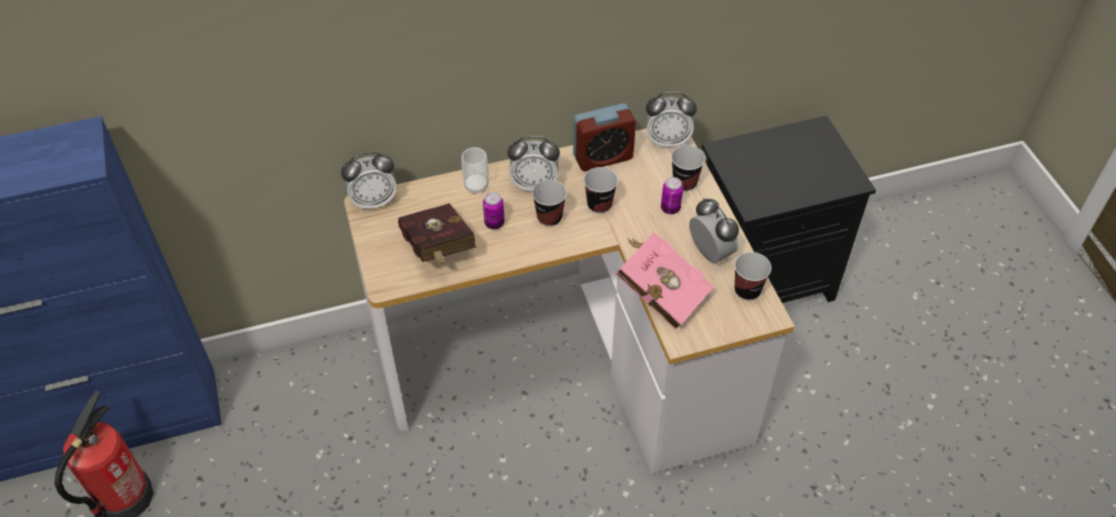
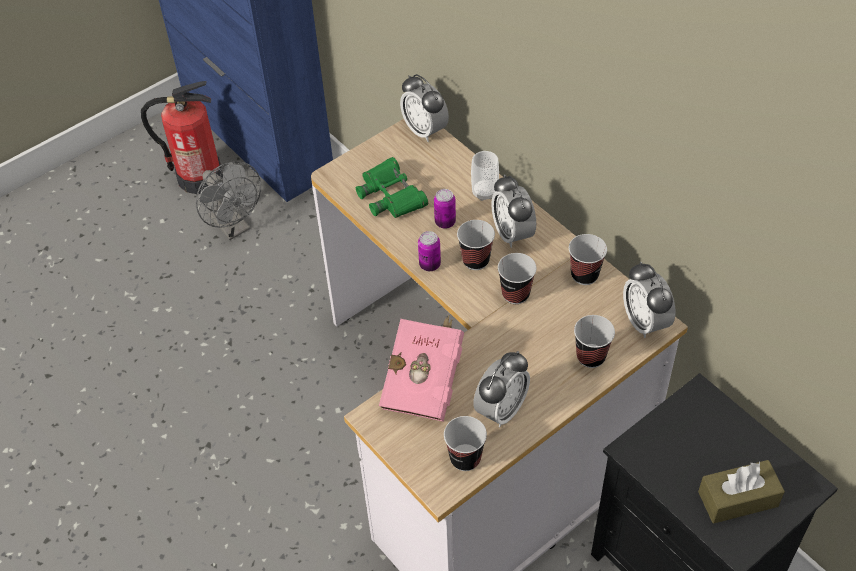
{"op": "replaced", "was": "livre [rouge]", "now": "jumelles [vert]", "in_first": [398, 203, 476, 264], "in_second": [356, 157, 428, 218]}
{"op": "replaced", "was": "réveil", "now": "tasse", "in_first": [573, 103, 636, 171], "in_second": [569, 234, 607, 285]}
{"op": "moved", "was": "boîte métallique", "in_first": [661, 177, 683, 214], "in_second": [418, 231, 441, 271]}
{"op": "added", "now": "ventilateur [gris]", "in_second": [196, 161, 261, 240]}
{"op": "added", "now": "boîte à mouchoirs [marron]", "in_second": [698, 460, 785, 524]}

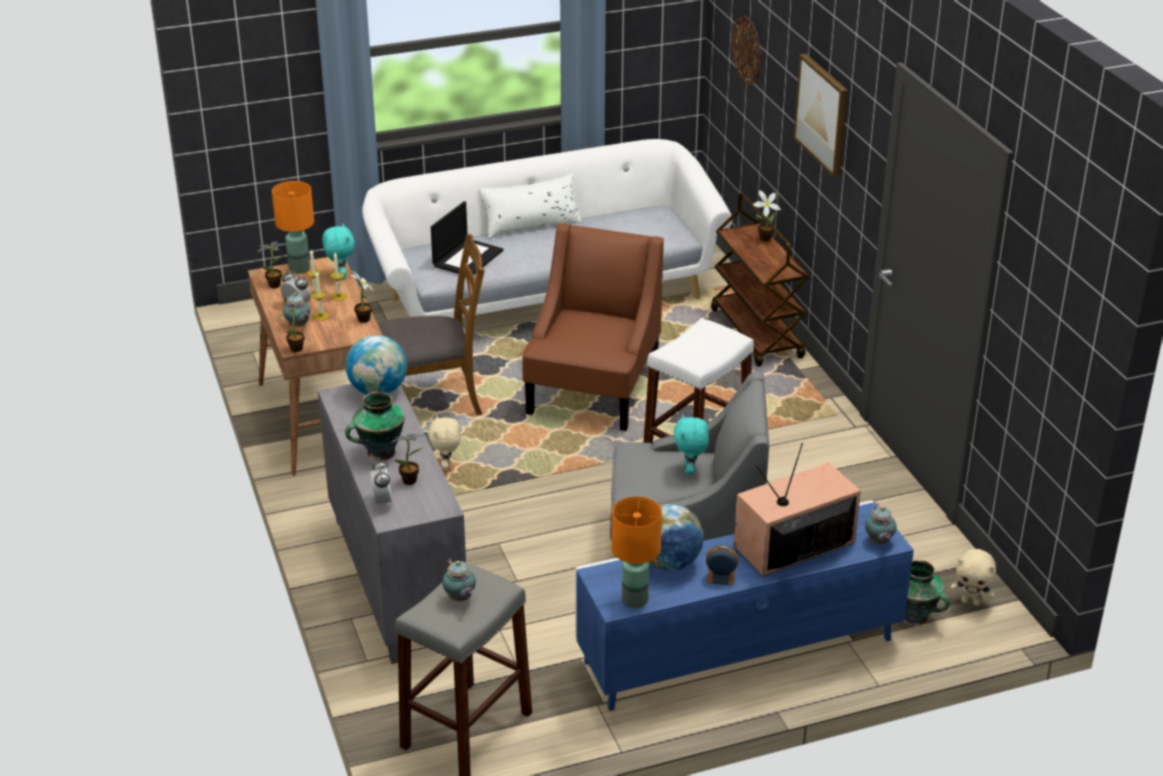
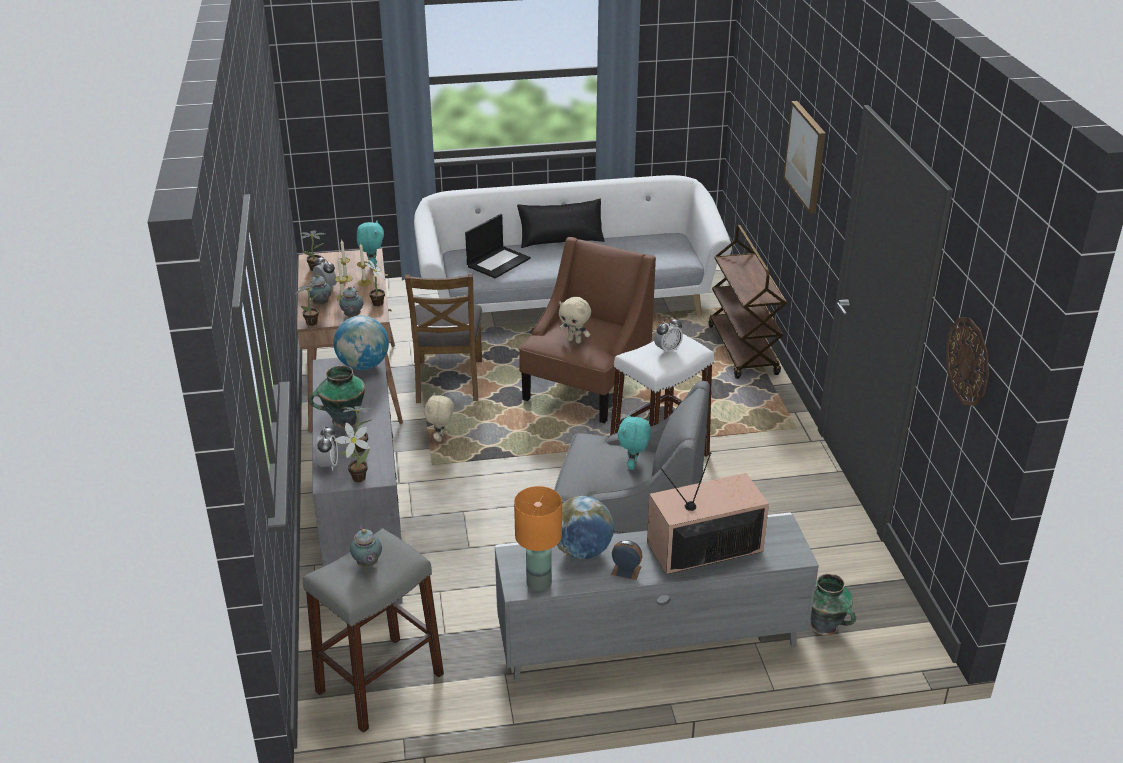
{"op": "removed", "was": "lampe de table [orange]", "in_first": [272, 181, 314, 274]}
{"op": "turned", "was": "chaise [marron]", "in_first": [378, 234, 485, 415], "in_second": [405, 273, 482, 403], "clockwise": 90}
{"op": "recoloured", "was": "coussin [blanc]", "now": "coussin [noir]", "in_first": [479, 173, 582, 239], "in_second": [517, 199, 605, 248]}
{"op": "recoloured", "was": "meuble télé [bleu]", "now": "meuble télé [gris]", "in_first": [575, 500, 914, 711], "in_second": [495, 513, 819, 682]}
{"op": "moved", "was": "horloge murale", "in_first": [732, 15, 761, 85], "in_second": [946, 318, 989, 406]}
{"op": "moved", "was": "plante en pot", "in_first": [753, 190, 781, 241], "in_second": [334, 423, 371, 482]}
{"op": "moved", "was": "théière", "in_first": [865, 503, 897, 544], "in_second": [339, 286, 363, 317]}
{"op": "moved", "was": "peluche [beige]", "in_first": [951, 549, 996, 606], "in_second": [559, 297, 591, 344]}
{"op": "added", "now": "réveil", "in_second": [654, 316, 683, 355]}

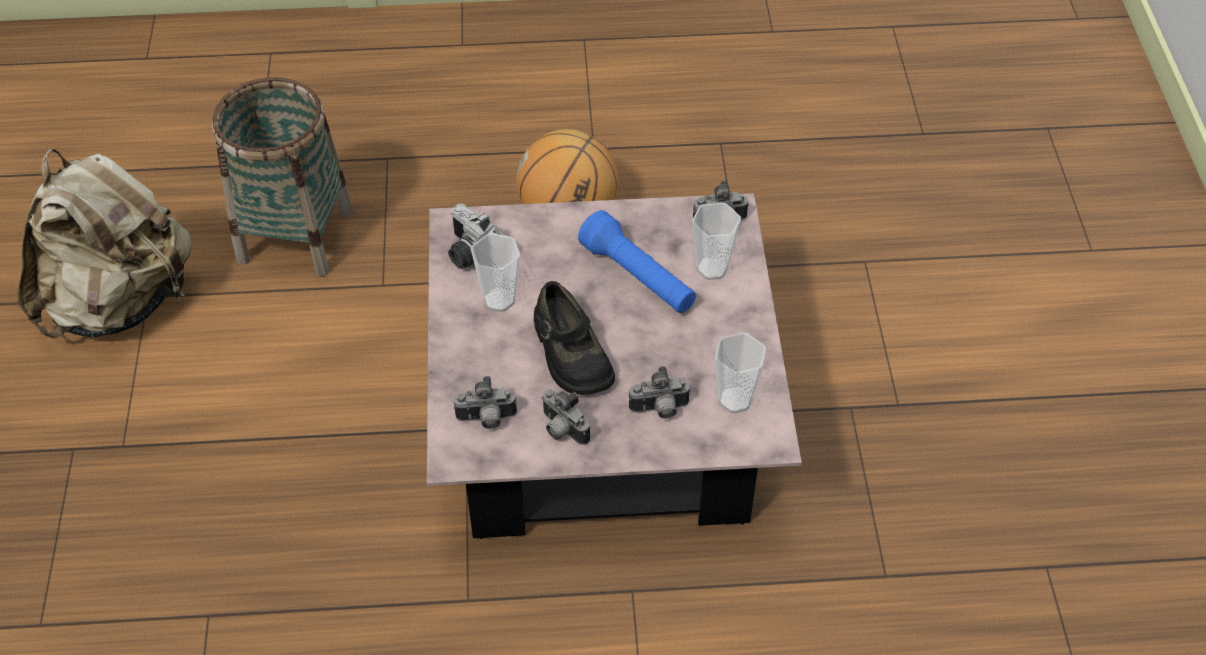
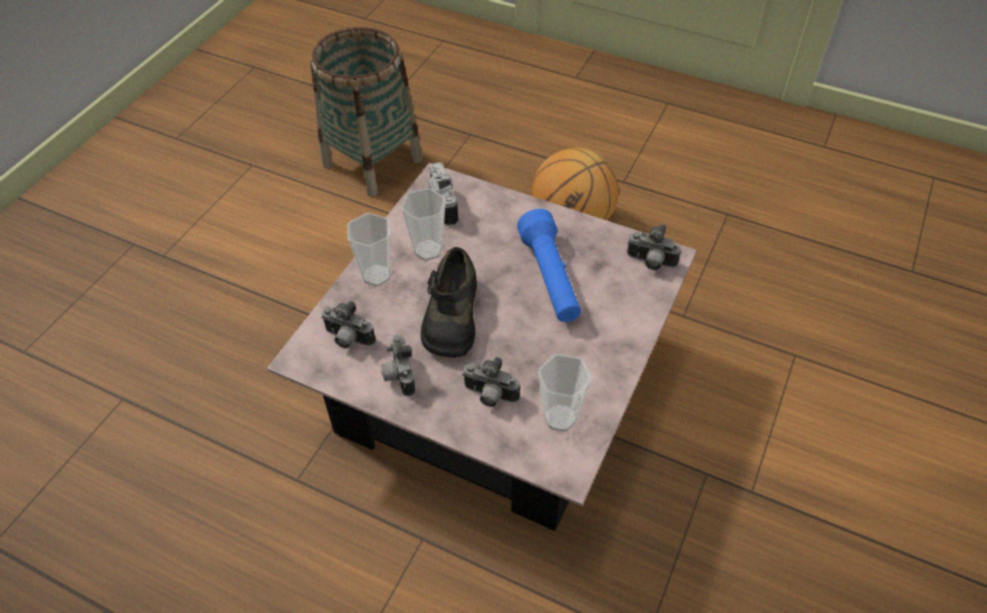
{"op": "removed", "was": "sac à dos [beige]", "in_first": [18, 149, 192, 338]}
{"op": "moved", "was": "tasse", "in_first": [692, 203, 741, 280], "in_second": [347, 213, 390, 287]}

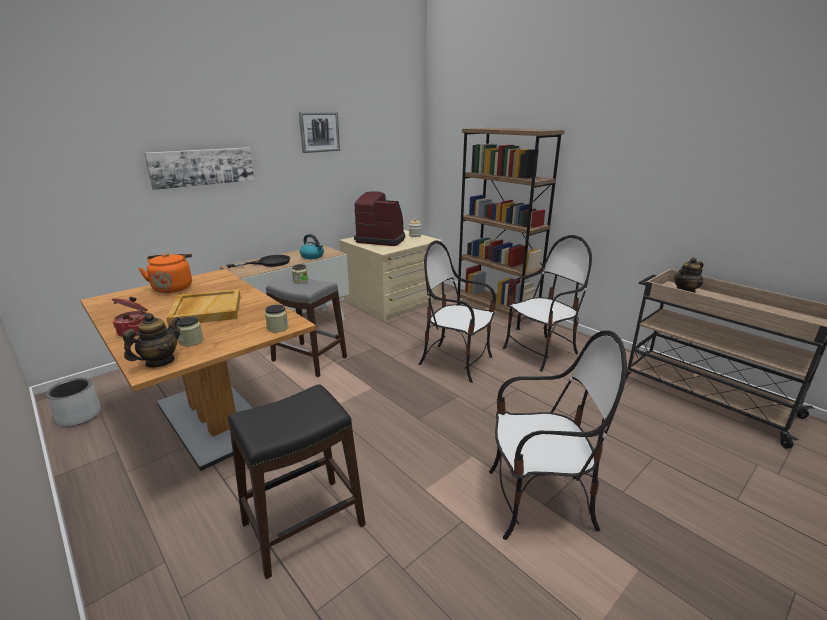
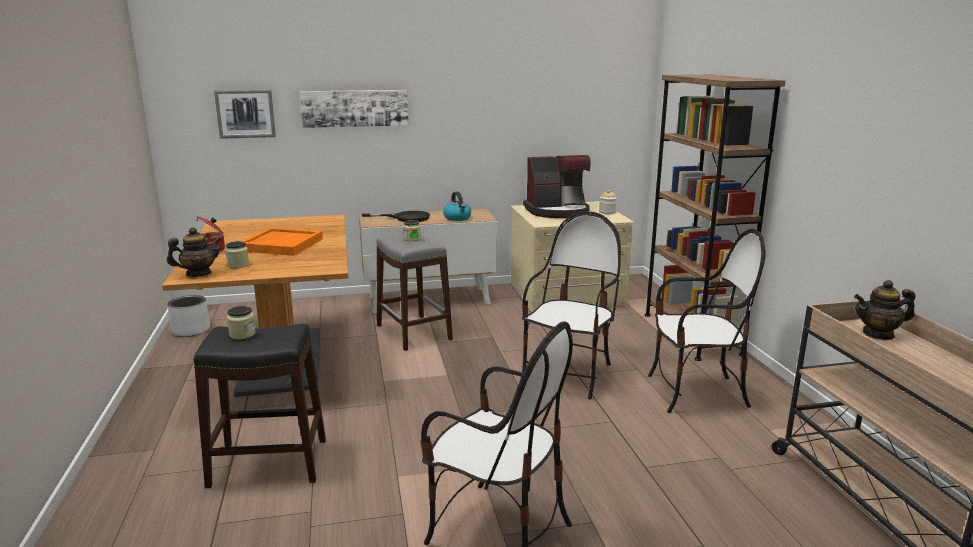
{"op": "removed", "was": "bouilloire [orange]", "in_first": [139, 253, 192, 293]}
{"op": "recoloured", "was": "plateau [beige]", "now": "plateau [orange]", "in_first": [166, 289, 241, 326], "in_second": [242, 228, 323, 256]}
{"op": "moved", "was": "bocal", "in_first": [265, 304, 289, 332], "in_second": [227, 306, 256, 339]}
{"op": "moved", "was": "tableau", "in_first": [299, 112, 340, 153], "in_second": [214, 90, 276, 139]}
{"op": "turned", "was": "machine à café", "in_first": [354, 191, 405, 246], "in_second": [523, 155, 591, 218], "clockwise": 120}
{"op": "turned", "was": "chaise", "in_first": [419, 240, 496, 383], "in_second": [522, 211, 621, 399], "clockwise": 60}

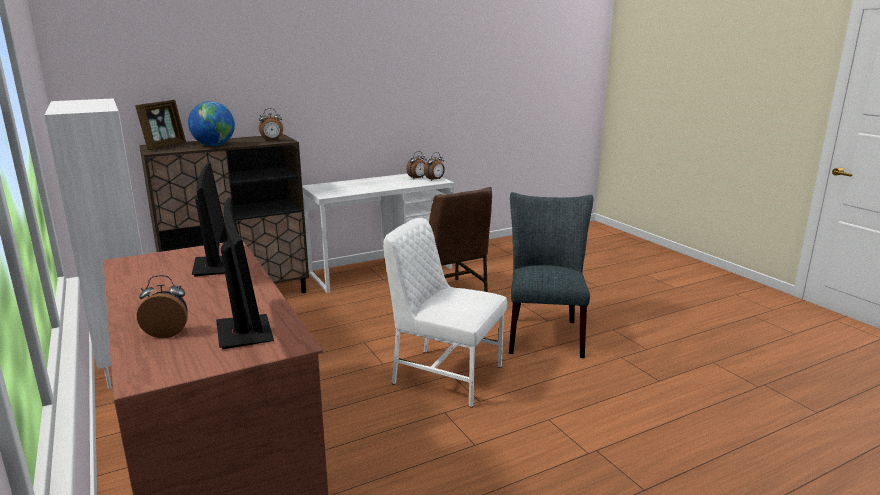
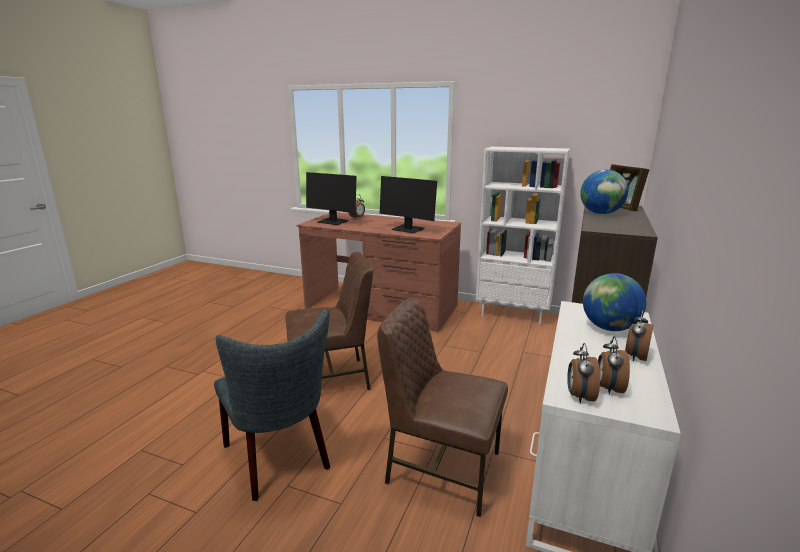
{"op": "moved", "was": "réveil", "in_first": [259, 108, 283, 141], "in_second": [625, 310, 653, 361]}
{"op": "recoloured", "was": "chaise [blanc]", "now": "chaise [marron]", "in_first": [383, 218, 507, 408], "in_second": [285, 252, 373, 390]}
{"op": "added", "now": "globe", "in_second": [583, 273, 646, 331]}

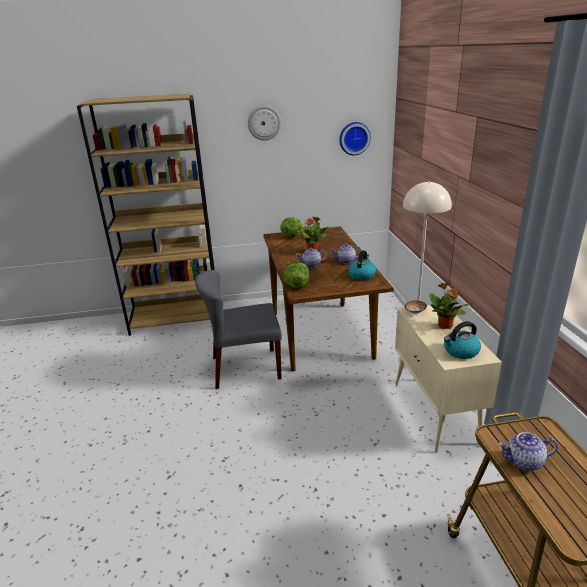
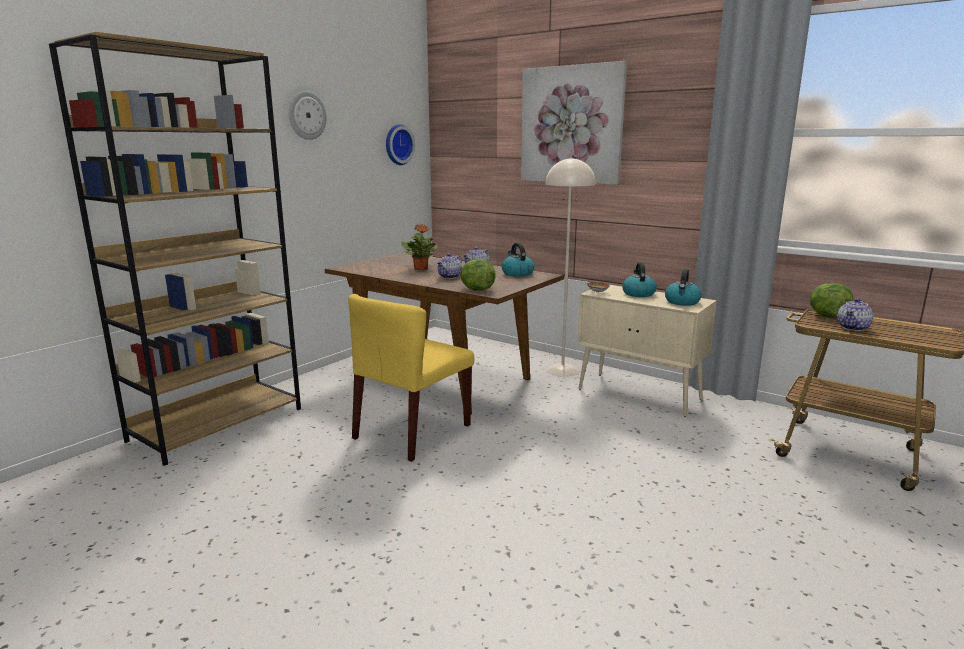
{"op": "recoloured", "was": "chaise [gris]", "now": "chaise [jaune]", "in_first": [195, 270, 282, 389], "in_second": [348, 294, 474, 462]}
{"op": "moved", "was": "laitue", "in_first": [280, 217, 302, 237], "in_second": [810, 283, 854, 318]}
{"op": "replaced", "was": "plante en pot", "now": "bouilloire", "in_first": [429, 283, 470, 329], "in_second": [622, 263, 657, 297]}
{"op": "added", "now": "tableau", "in_second": [521, 61, 627, 185]}

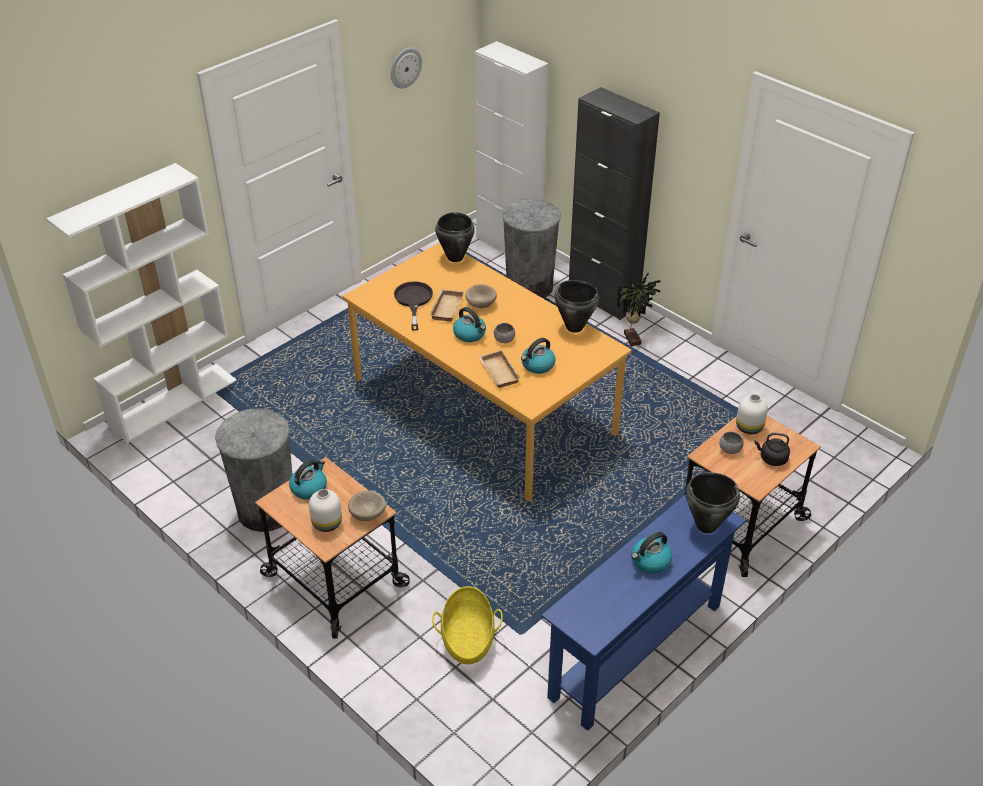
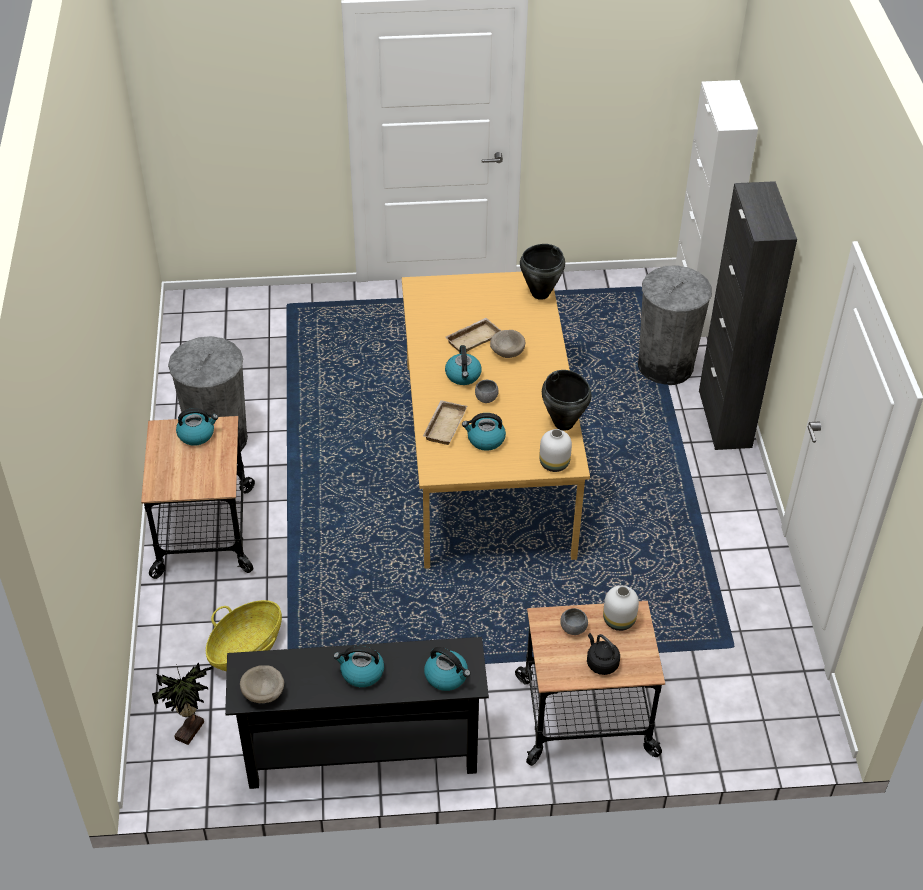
{"op": "removed", "was": "bibliothèque [blanc]", "in_first": [46, 163, 237, 443]}
{"op": "moved", "was": "vase [blanc]", "in_first": [309, 489, 342, 532], "in_second": [539, 429, 572, 472]}
{"op": "moved", "was": "bol [beige]", "in_first": [348, 490, 386, 521], "in_second": [240, 665, 284, 703]}
{"op": "removed", "was": "horloge murale", "in_first": [391, 48, 422, 89]}
{"op": "removed", "was": "poêle [noir]", "in_first": [394, 281, 433, 331]}
{"op": "recoloured", "was": "table console [bleu]", "now": "table console [noir]", "in_first": [542, 494, 746, 731], "in_second": [225, 637, 489, 789]}
{"op": "moved", "was": "plante en pot", "in_first": [617, 272, 661, 346], "in_second": [152, 662, 213, 745]}
{"op": "replaced", "was": "marmite [noir]", "now": "bouilloire", "in_first": [686, 472, 740, 533], "in_second": [424, 647, 471, 691]}

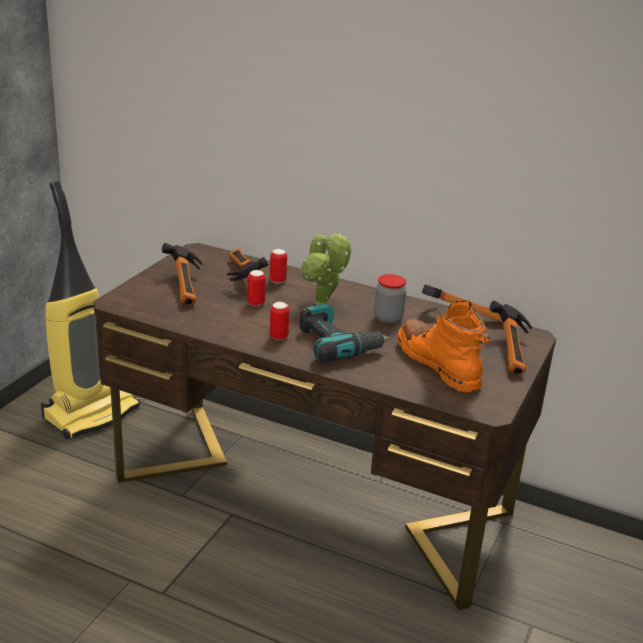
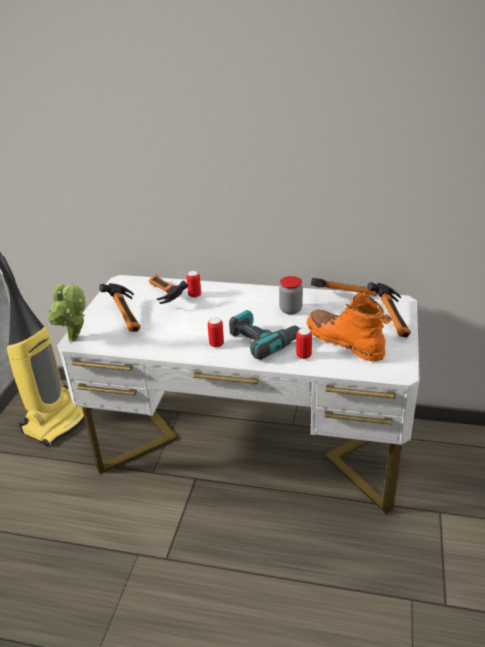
{"op": "recoloured", "was": "bureau [marron]", "now": "bureau [blanc]", "in_first": [93, 243, 556, 610], "in_second": [57, 275, 419, 514]}
{"op": "moved", "was": "boîte métallique", "in_first": [247, 270, 266, 306], "in_second": [296, 328, 312, 359]}
{"op": "moved", "was": "plante en pot", "in_first": [301, 232, 351, 305], "in_second": [48, 283, 86, 342]}

